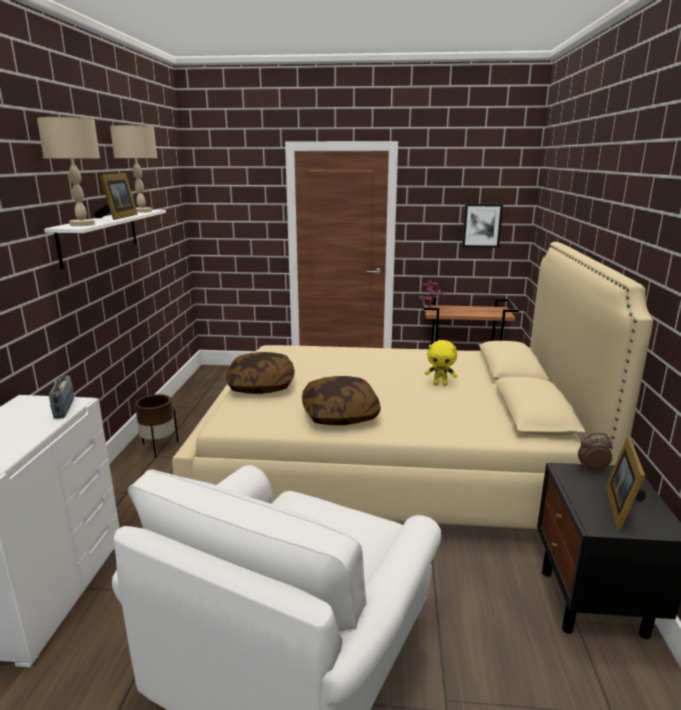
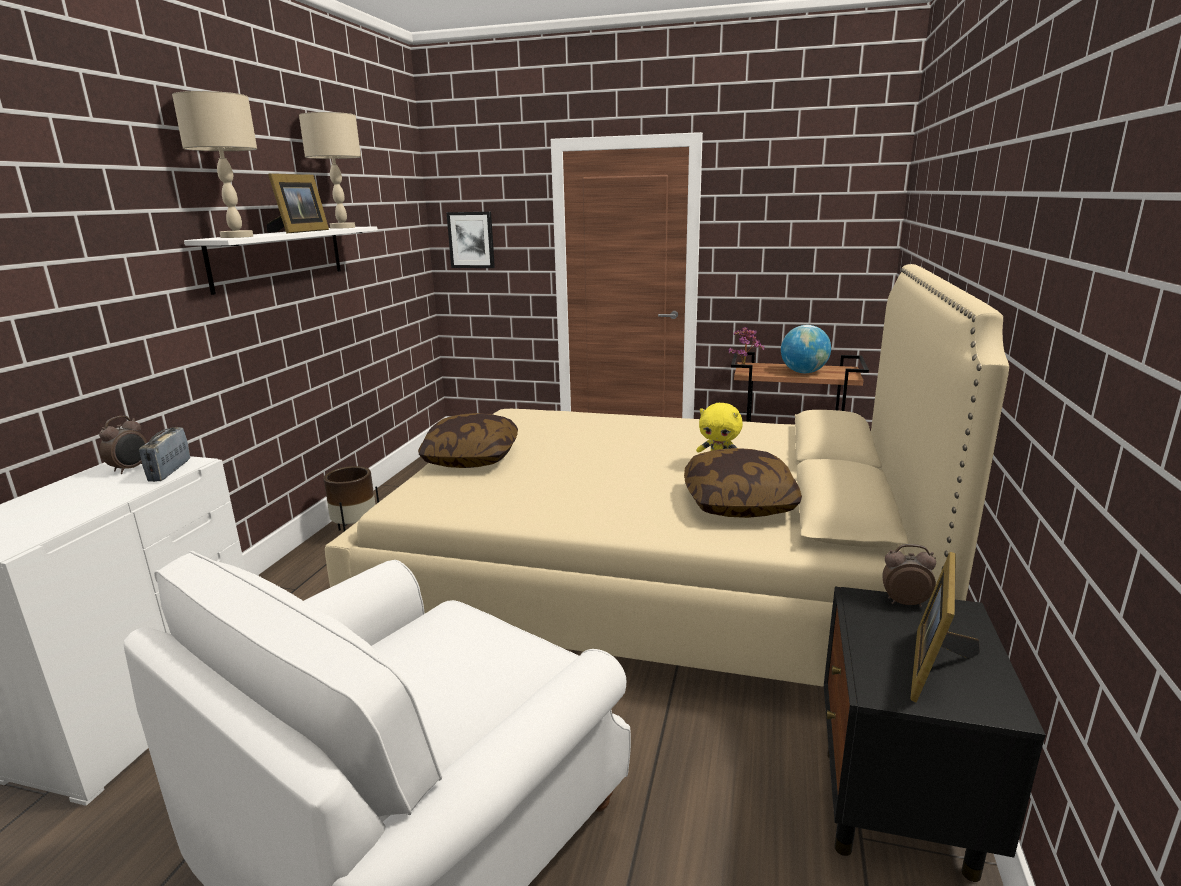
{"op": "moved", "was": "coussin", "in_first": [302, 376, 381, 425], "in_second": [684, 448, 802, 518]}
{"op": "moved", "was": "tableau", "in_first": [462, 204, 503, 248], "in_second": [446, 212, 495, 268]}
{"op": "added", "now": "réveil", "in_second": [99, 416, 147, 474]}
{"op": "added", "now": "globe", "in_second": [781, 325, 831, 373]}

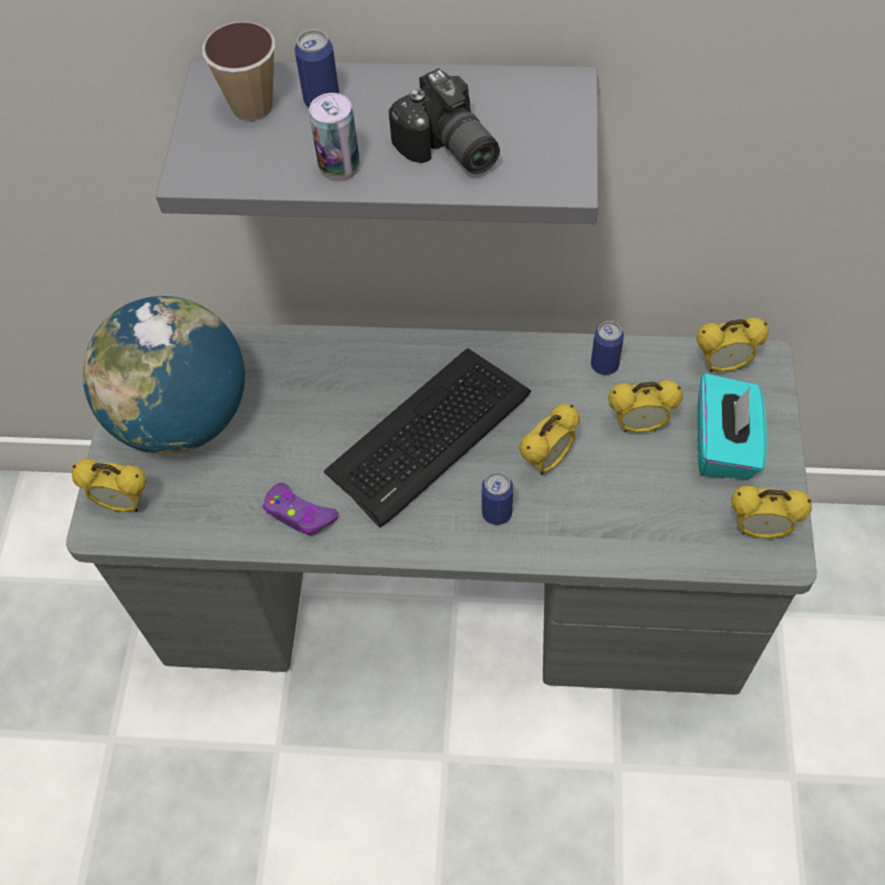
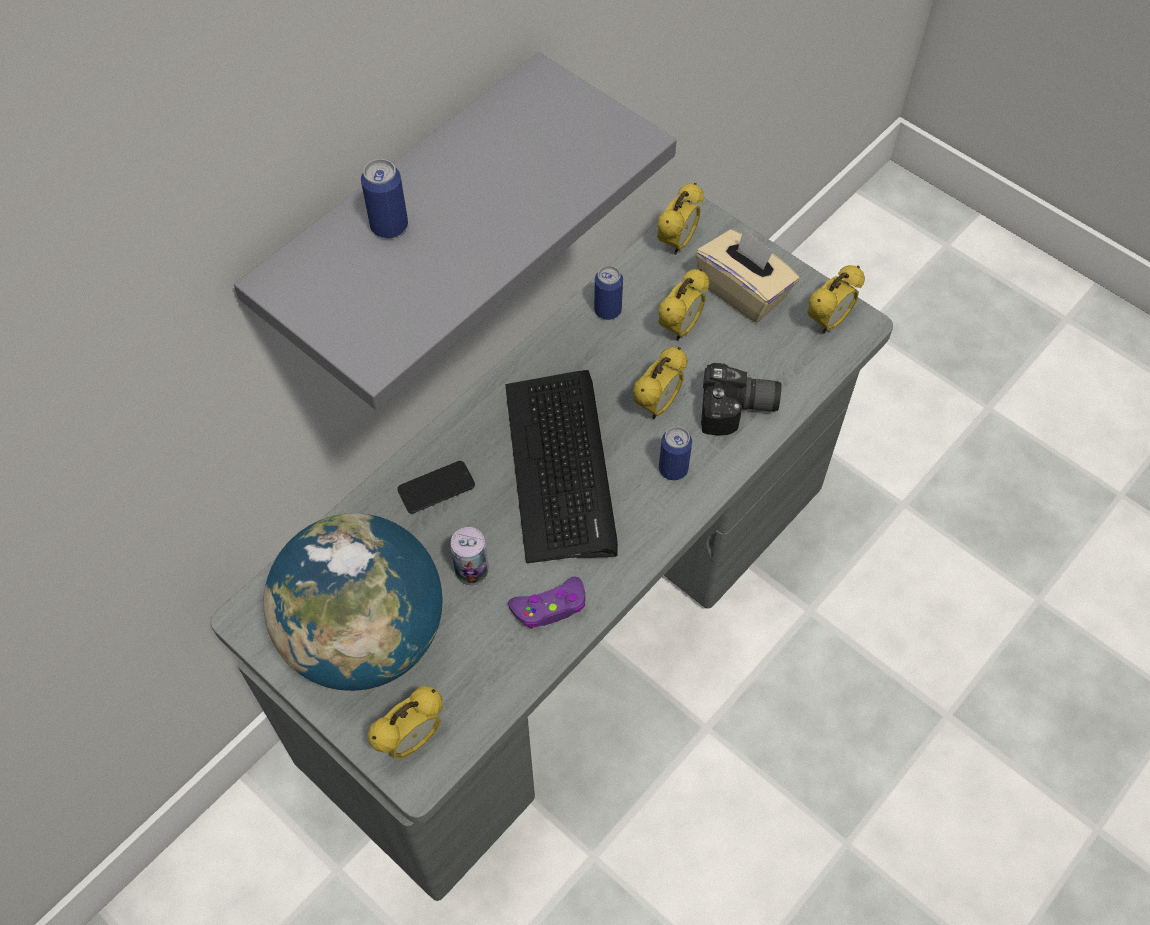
{"op": "removed", "was": "tasse", "in_first": [202, 22, 275, 121]}
{"op": "moved", "was": "boîte métallique", "in_first": [309, 93, 360, 182], "in_second": [451, 527, 489, 586]}
{"op": "moved", "was": "appareil photo", "in_first": [388, 69, 500, 174], "in_second": [701, 363, 781, 435]}
{"op": "turned", "was": "réveil", "in_first": [519, 404, 580, 475], "in_second": [633, 347, 687, 419], "clockwise": 45}
{"op": "recoloured", "was": "boîte à mouchoirs [turquoise]", "now": "boîte à mouchoirs [beige]", "in_first": [697, 374, 767, 479], "in_second": [696, 228, 799, 322]}
{"op": "added", "now": "téléphone", "in_second": [397, 461, 475, 513]}

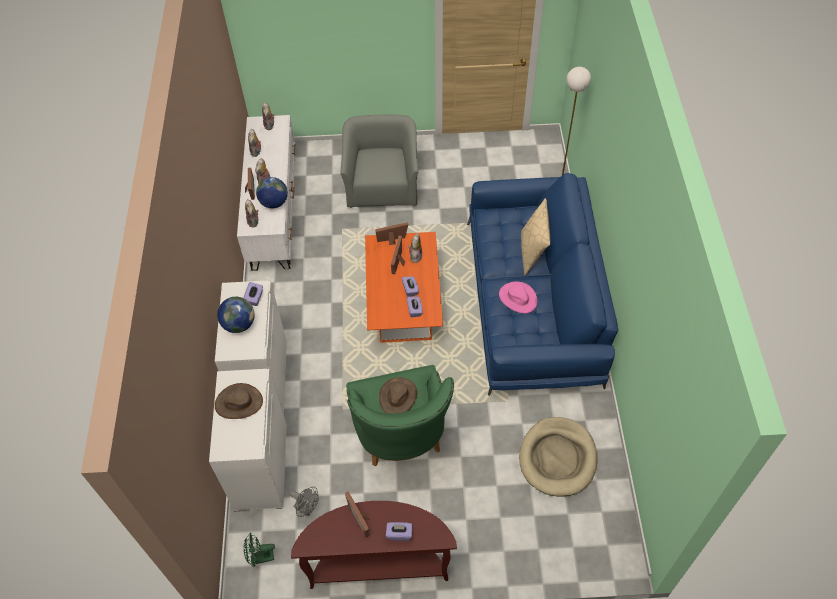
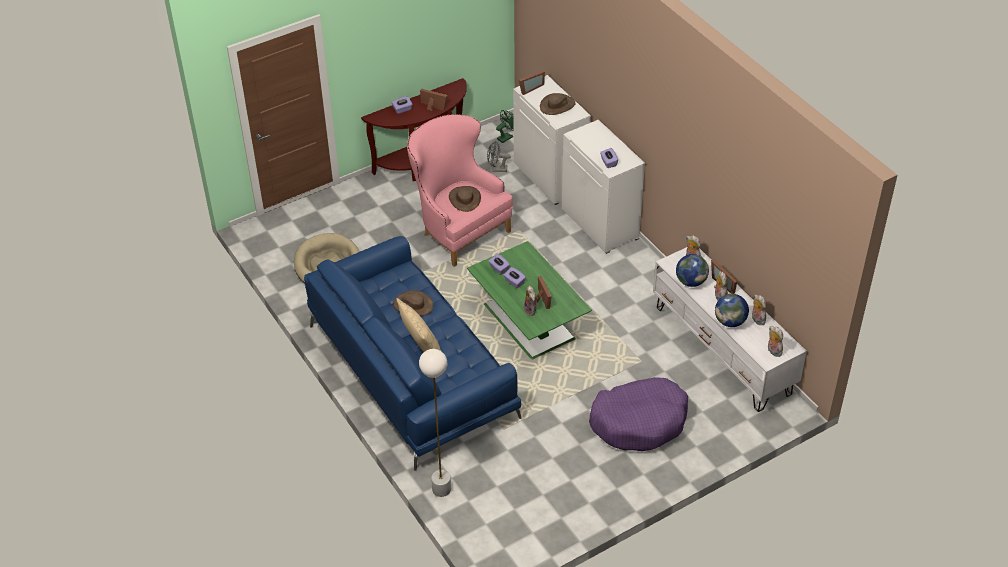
{"op": "moved", "was": "globe", "in_first": [217, 297, 255, 333], "in_second": [715, 294, 749, 327]}
{"op": "replaced", "was": "fauteuil [gris]", "now": "panier pour chien [violet]", "in_first": [340, 115, 418, 208], "in_second": [589, 377, 688, 451]}
{"op": "recoloured", "was": "fauteuil [vert]", "now": "fauteuil [rose]", "in_first": [346, 365, 454, 466], "in_second": [407, 114, 513, 267]}
{"op": "recoloured", "was": "table basse [orange]", "now": "table basse [vert]", "in_first": [365, 232, 443, 343], "in_second": [467, 241, 592, 360]}
{"op": "moved", "was": "cadre photo", "in_first": [375, 222, 408, 245], "in_second": [519, 70, 545, 95]}
{"op": "recoloured", "was": "chapeau [rose]", "now": "chapeau [marron]", "in_first": [499, 282, 537, 313], "in_second": [393, 290, 433, 316]}

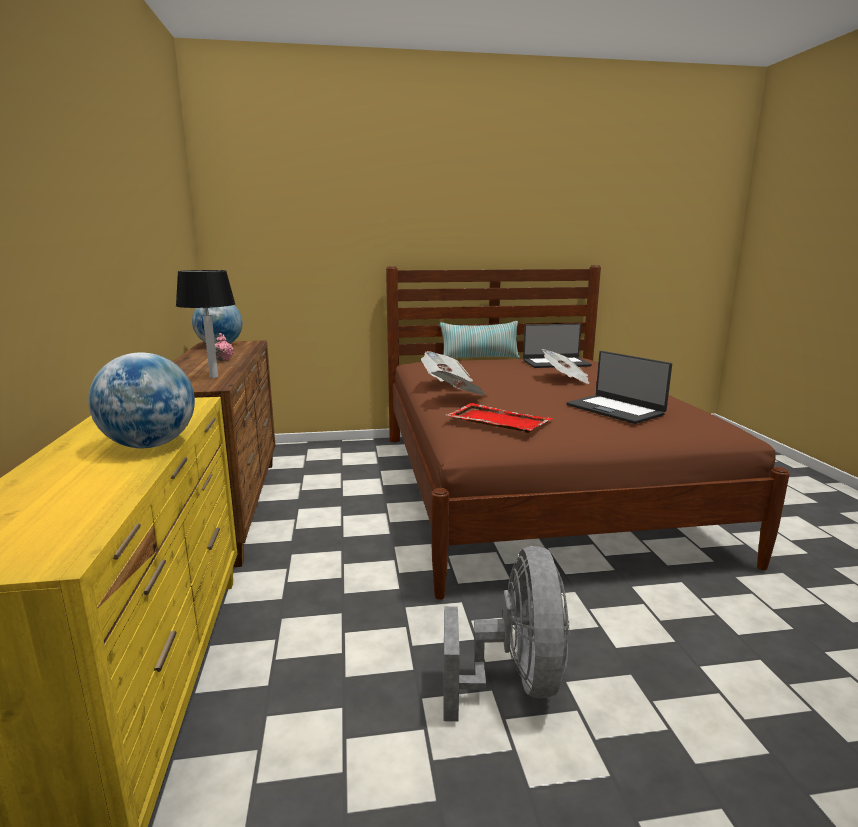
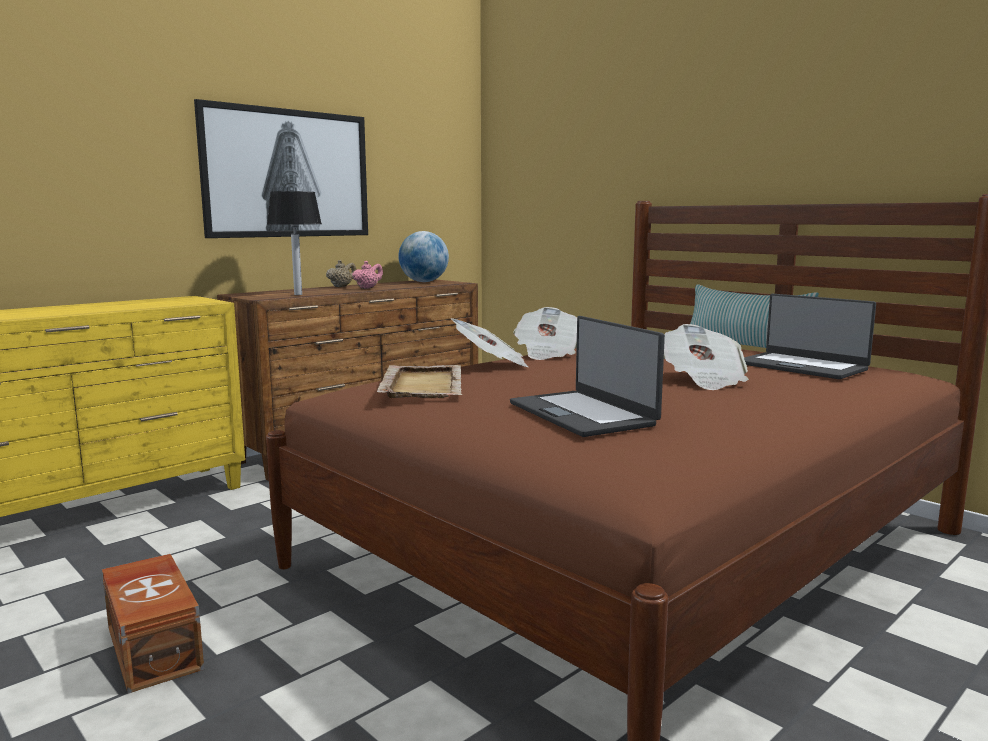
{"op": "removed", "was": "globe", "in_first": [88, 352, 195, 448]}
{"op": "replaced", "was": "ventilateur [gris]", "now": "boîte de rangement [marron]", "in_first": [444, 546, 570, 722], "in_second": [102, 554, 204, 693]}
{"op": "recoloured", "was": "plateau [rouge]", "now": "plateau [beige]", "in_first": [445, 403, 553, 433], "in_second": [377, 365, 463, 398]}
{"op": "turned", "was": "ordinateur portable", "in_first": [566, 351, 672, 424], "in_second": [510, 316, 665, 437], "clockwise": -45}
{"op": "added", "now": "tableau", "in_second": [194, 99, 368, 238]}
{"op": "added", "now": "théière [beige]", "in_second": [326, 260, 356, 287]}

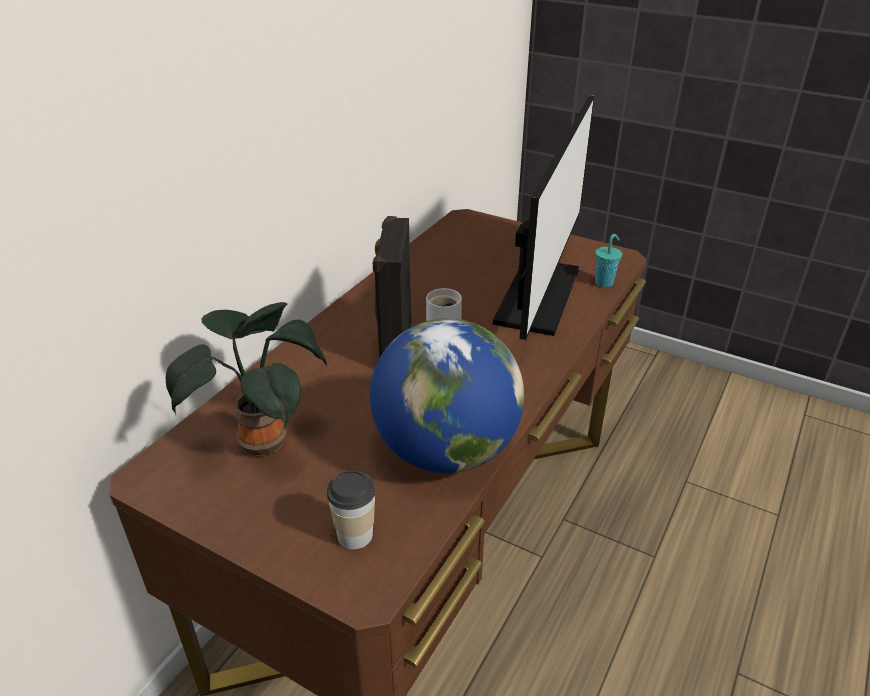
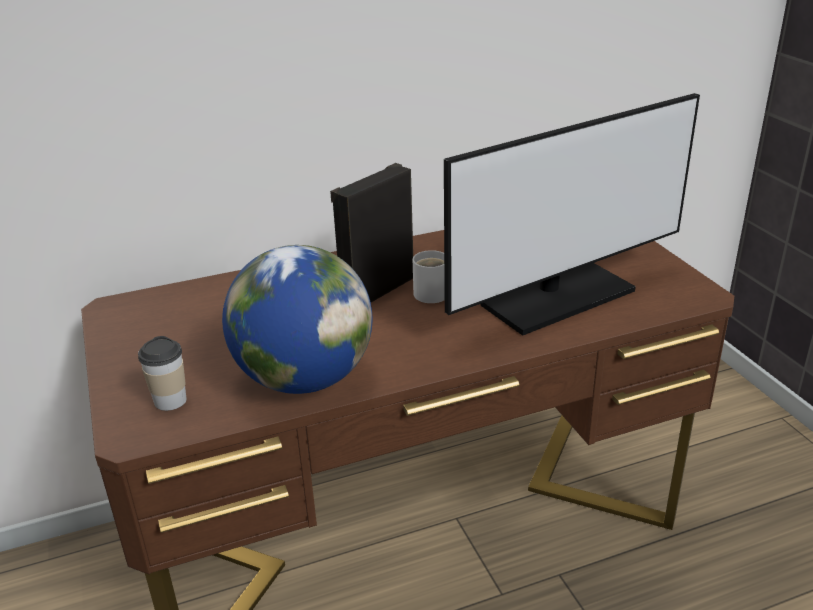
{"op": "removed", "was": "plante en pot", "in_first": [166, 302, 327, 457]}
{"op": "removed", "was": "tasse [turquoise]", "in_first": [595, 234, 622, 287]}

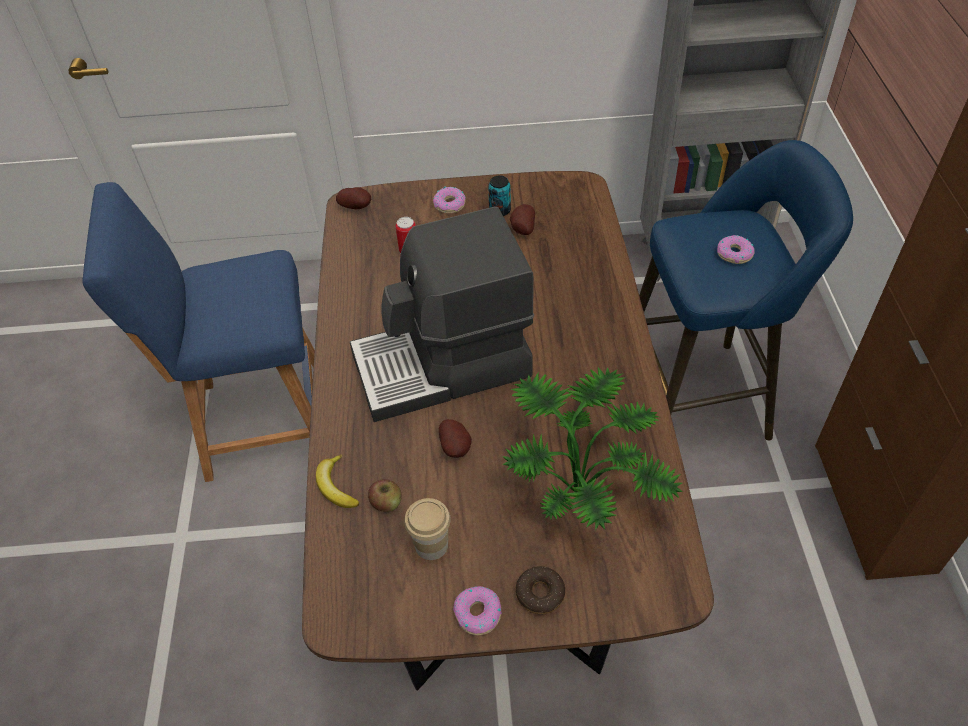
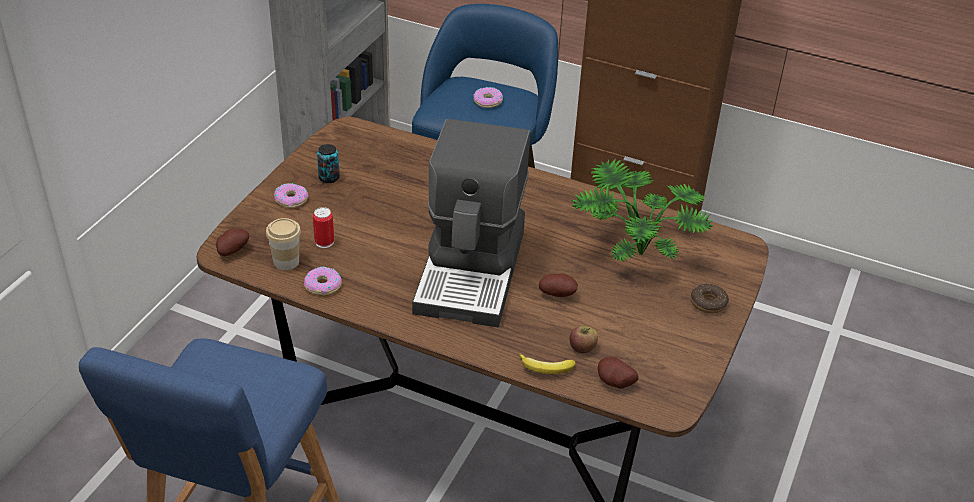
{"op": "moved", "was": "tasse", "in_first": [404, 498, 451, 560], "in_second": [266, 218, 301, 270]}
{"op": "moved", "was": "beignet", "in_first": [453, 586, 502, 635], "in_second": [304, 267, 342, 295]}
{"op": "moved", "was": "pomme de terre", "in_first": [510, 204, 535, 235], "in_second": [598, 357, 639, 389]}

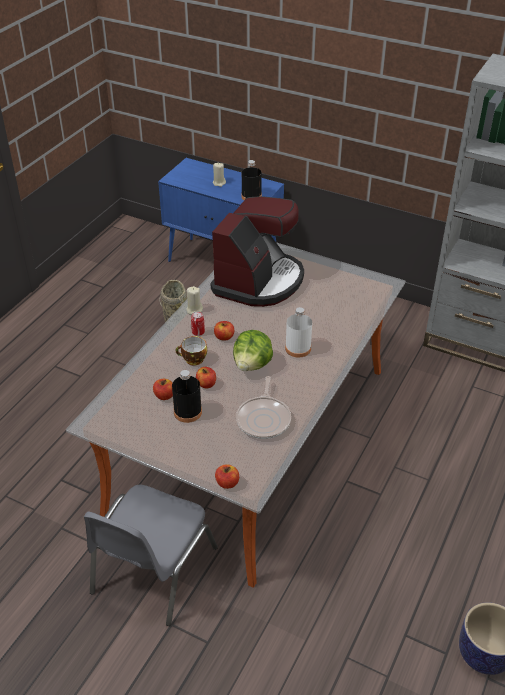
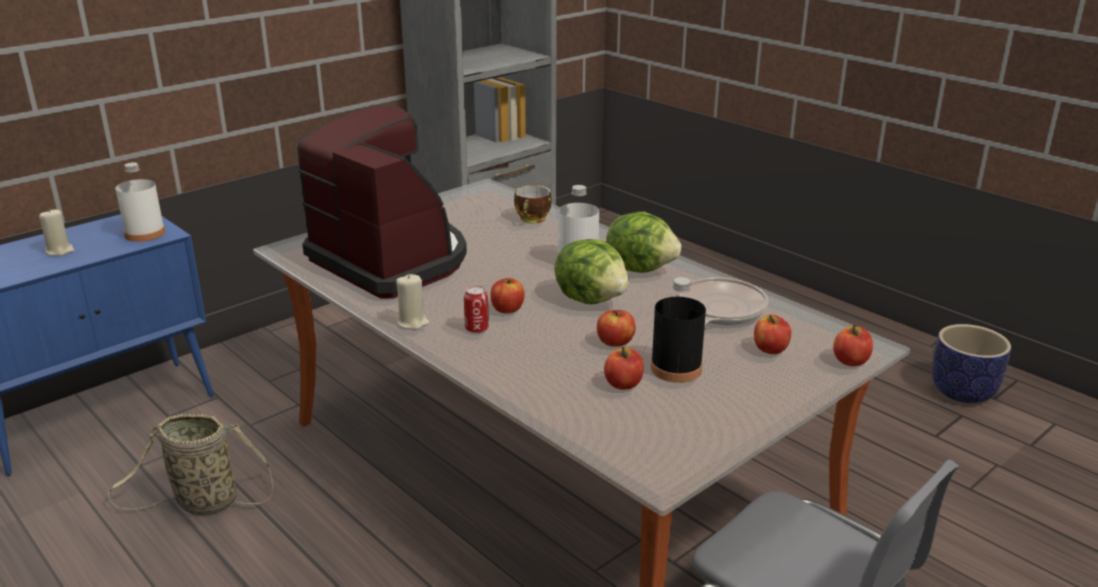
{"op": "moved", "was": "tasse", "in_first": [175, 336, 207, 365], "in_second": [514, 185, 551, 223]}
{"op": "turned", "was": "poêle", "in_first": [236, 376, 291, 439], "in_second": [679, 277, 768, 325], "clockwise": -90}
{"op": "recoloured", "was": "bouteille [noir]", "now": "bouteille [blanc]", "in_first": [241, 160, 262, 200], "in_second": [115, 162, 165, 242]}
{"op": "added", "now": "laitue", "in_second": [606, 212, 682, 273]}
{"op": "added", "now": "pomme", "in_second": [754, 315, 791, 354]}

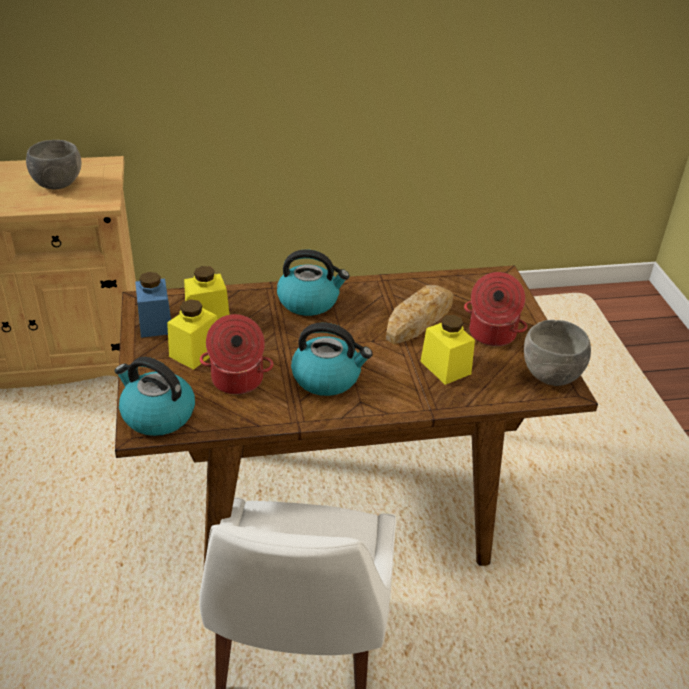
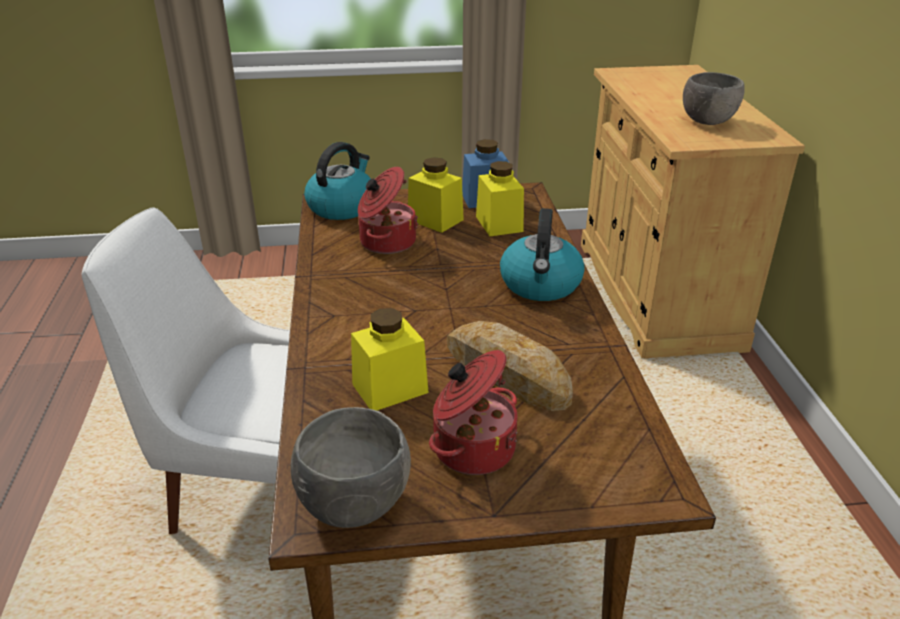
{"op": "removed", "was": "bouilloire", "in_first": [291, 323, 373, 396]}

